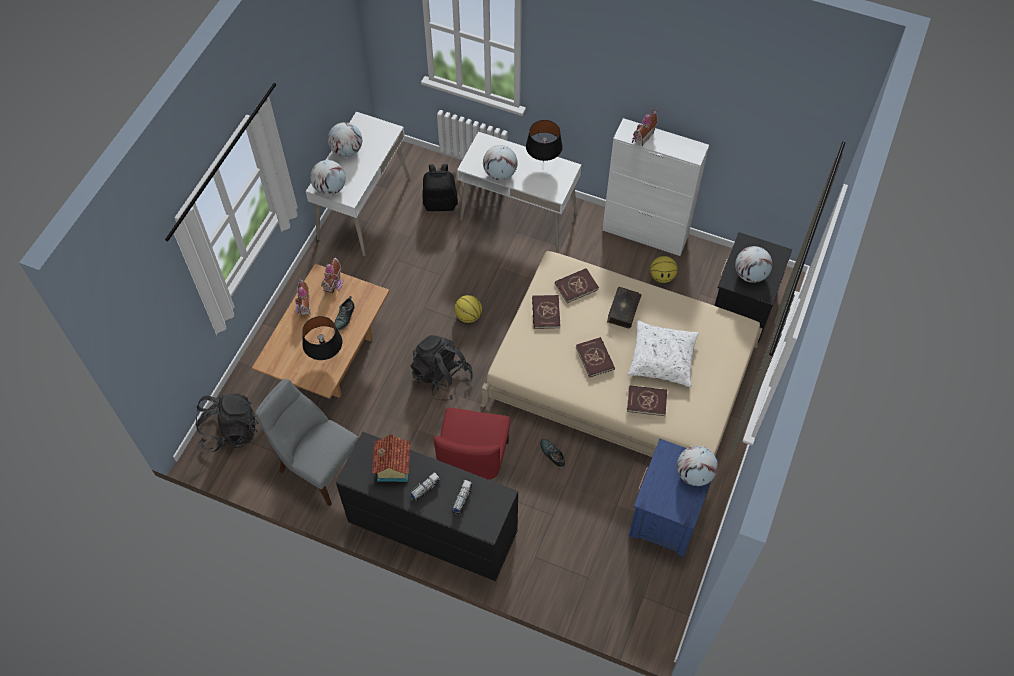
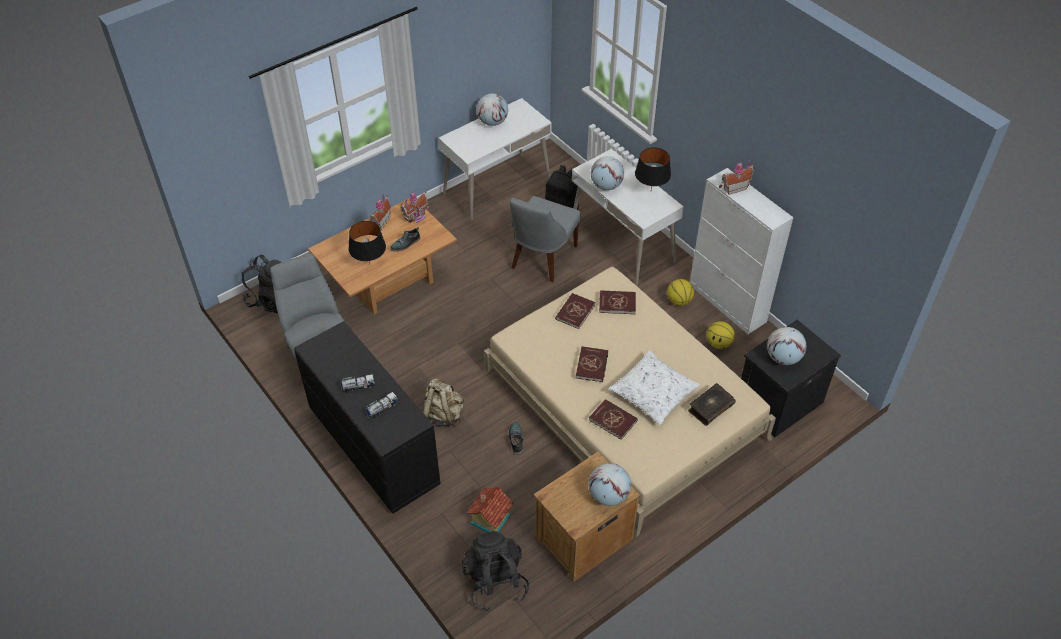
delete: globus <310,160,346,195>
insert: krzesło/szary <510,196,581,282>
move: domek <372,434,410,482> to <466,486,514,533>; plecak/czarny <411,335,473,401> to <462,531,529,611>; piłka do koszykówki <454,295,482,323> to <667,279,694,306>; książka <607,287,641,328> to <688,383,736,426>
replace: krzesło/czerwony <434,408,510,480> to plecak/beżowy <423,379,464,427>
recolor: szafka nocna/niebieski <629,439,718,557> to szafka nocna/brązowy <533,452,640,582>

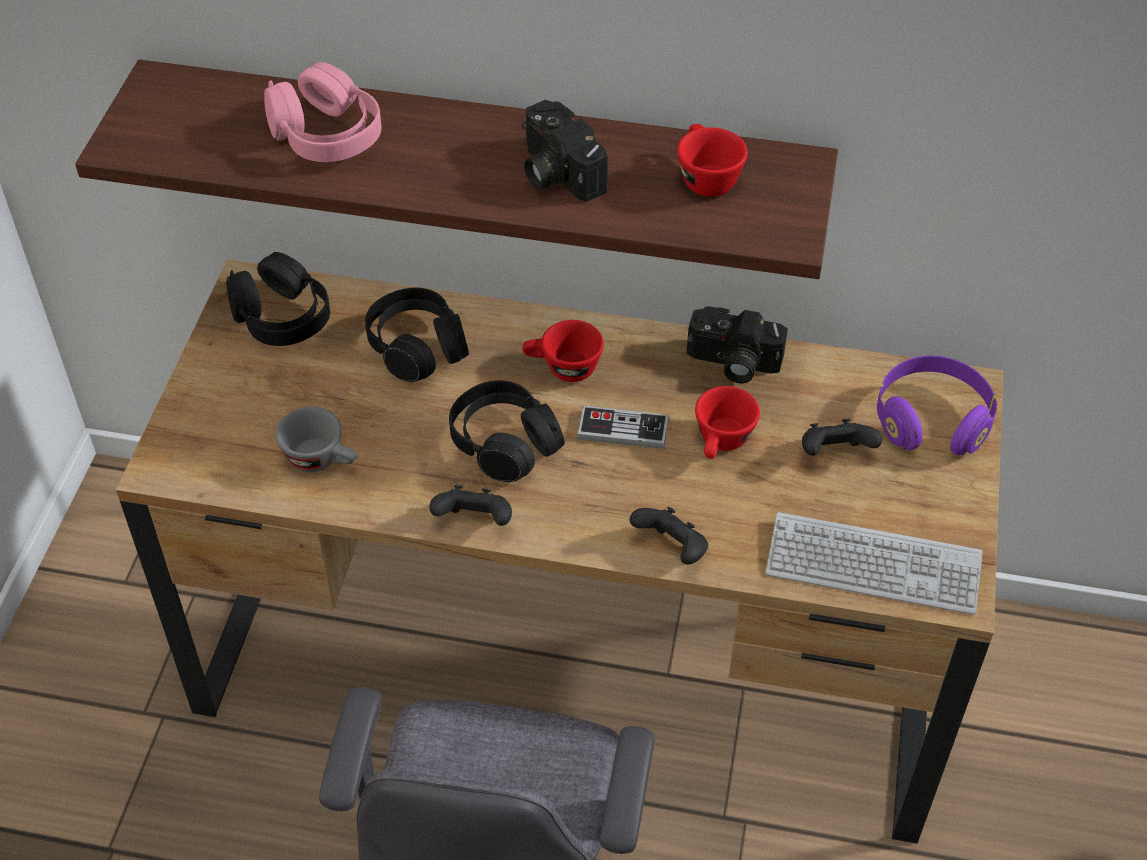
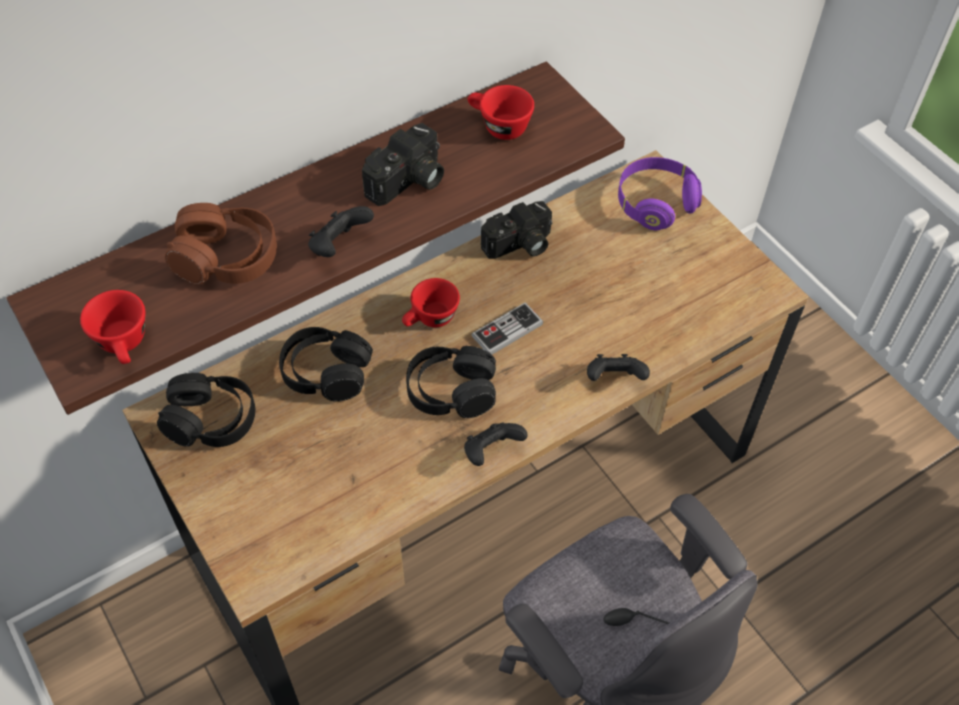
delete: filiżanka/szary <275,407,357,472>; klawiatura <765,512,983,615>
move: filiżanka/czerwony <695,386,760,459> to <80,290,145,364>; pad do gier/czarny <802,419,882,456> to <308,206,374,257>
recolor: słuchawki/różowy <264,62,381,162> to słuchawki/brązowy <165,203,277,285>
rotate: aparat fotograficzny <522,100,608,202> = <362,123,444,206> 60 degrees counterclockwise

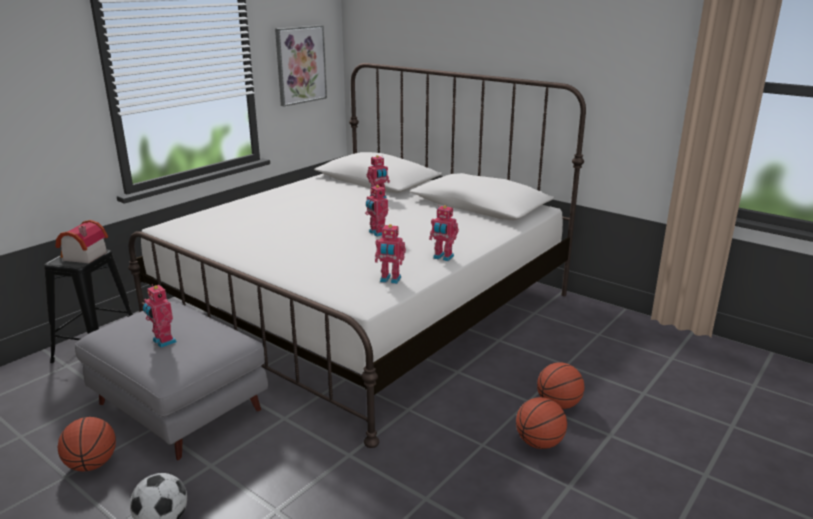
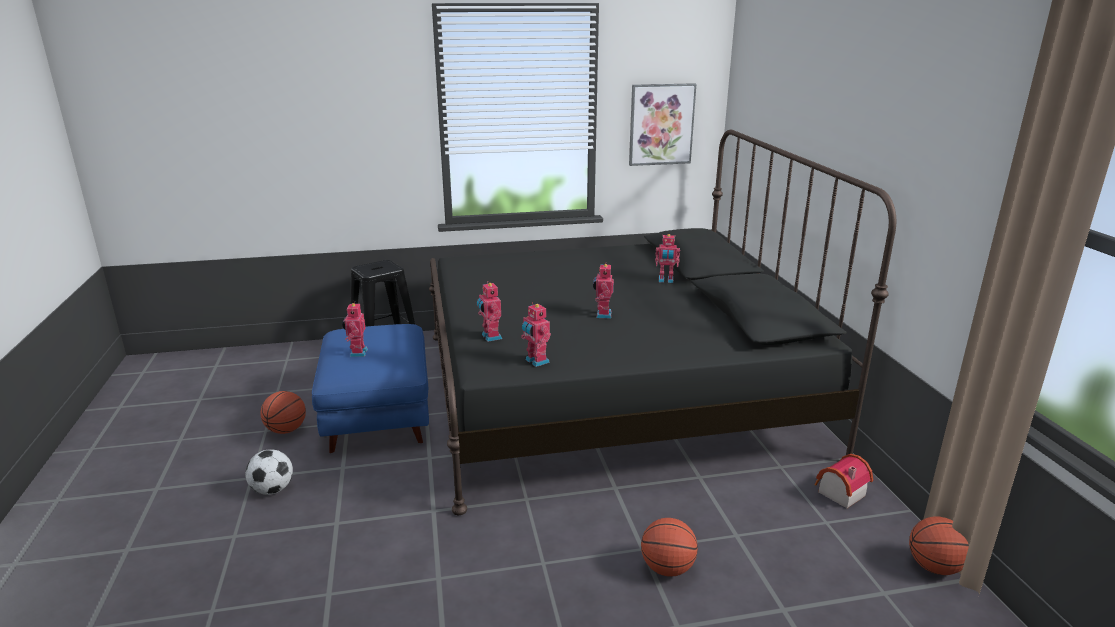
move: domek <55,220,108,263> to <814,454,874,508>; robot zabawkowy <429,205,459,261> to <477,281,502,342>; piłka do koszykówki <516,397,567,449> to <909,517,969,575>
recolor: pufa/szary <75,301,268,460> to pufa/niebieski <312,324,429,453>; łóżko/biały <128,63,586,448> to łóżko/czarny <429,129,896,515>

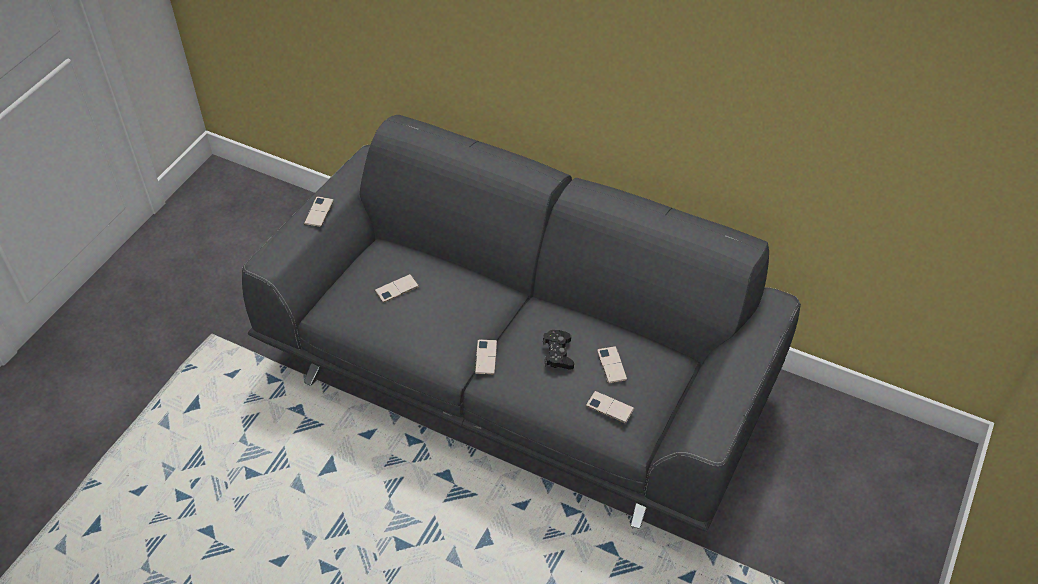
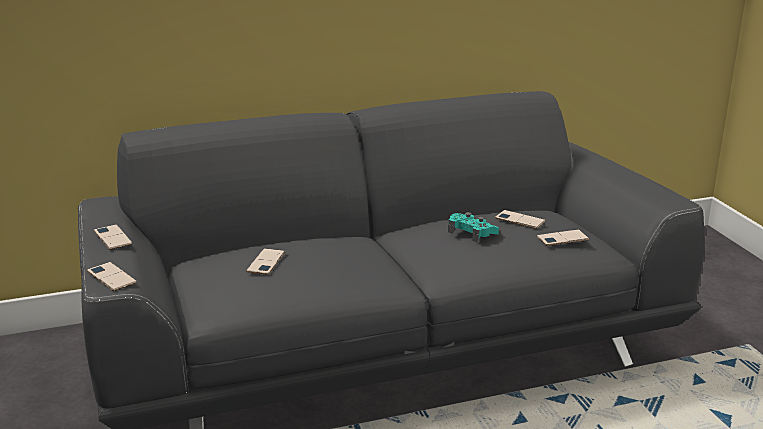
move: telefon <475,339,497,374> to <87,262,137,291>
recolor: pad do gier/czarny <543,330,574,370> to pad do gier/turkusowy <448,212,499,242>

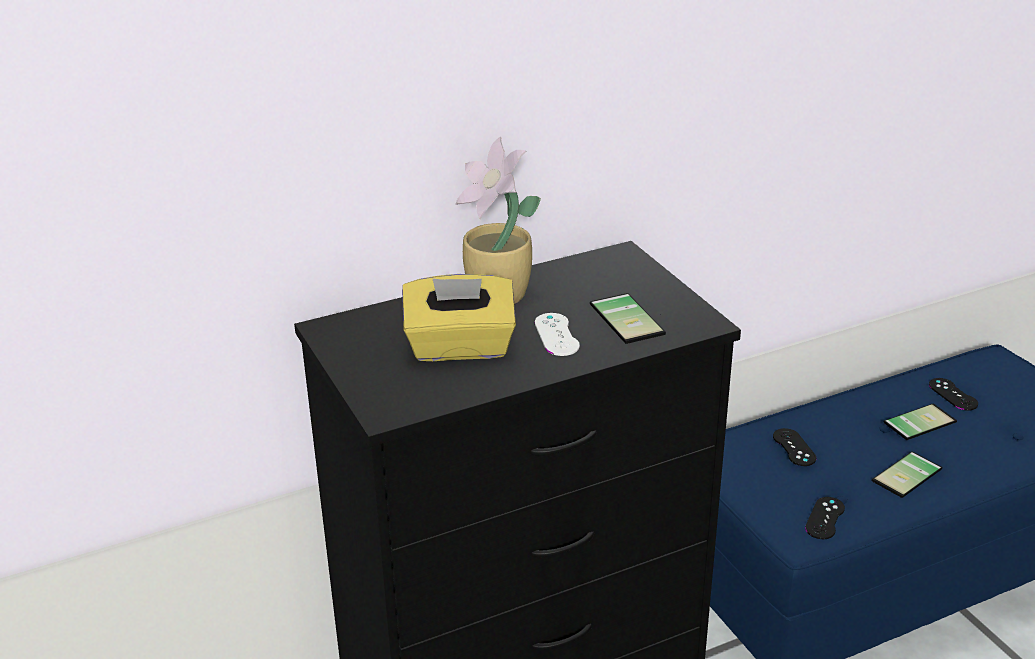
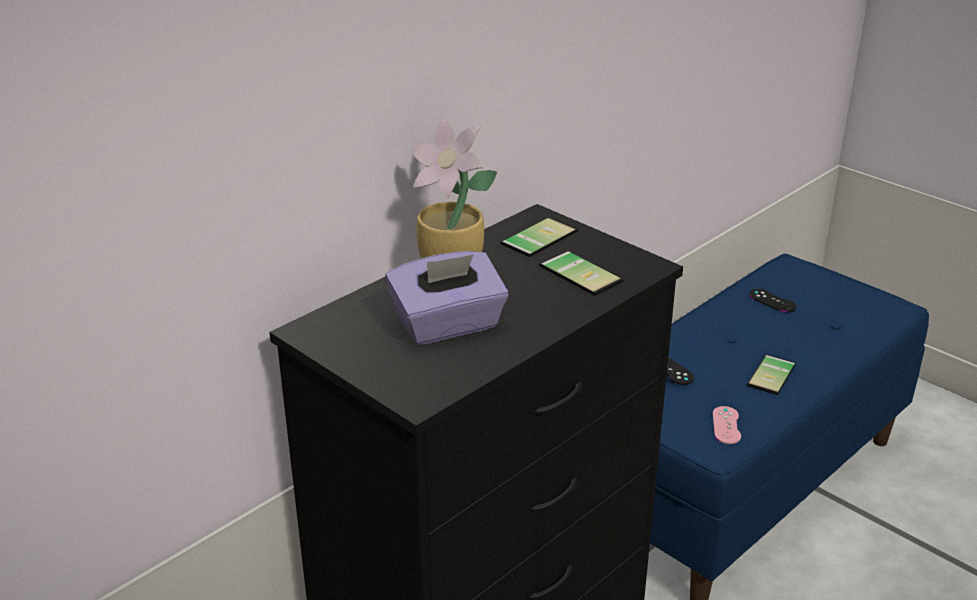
delete: pad do gier/biały <535,313,580,356>
move: telefon <883,403,957,440> to <501,217,578,257>
recolor: pudełko chusteczek/żółty <402,274,516,361> to pudełko chusteczek/fioletowy <385,251,509,345>; pad do gier/czarny <805,497,845,539> to pad do gier/różowy <713,406,741,444>

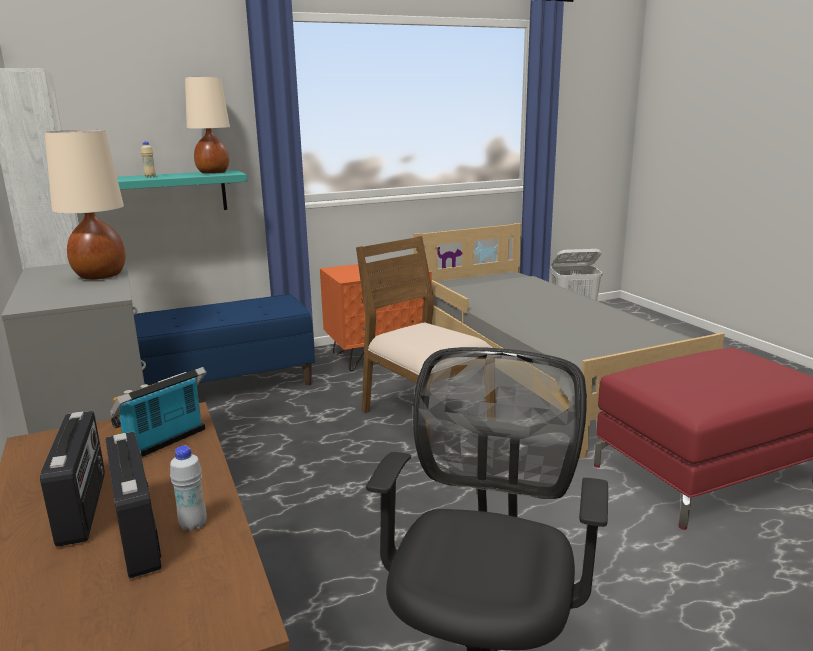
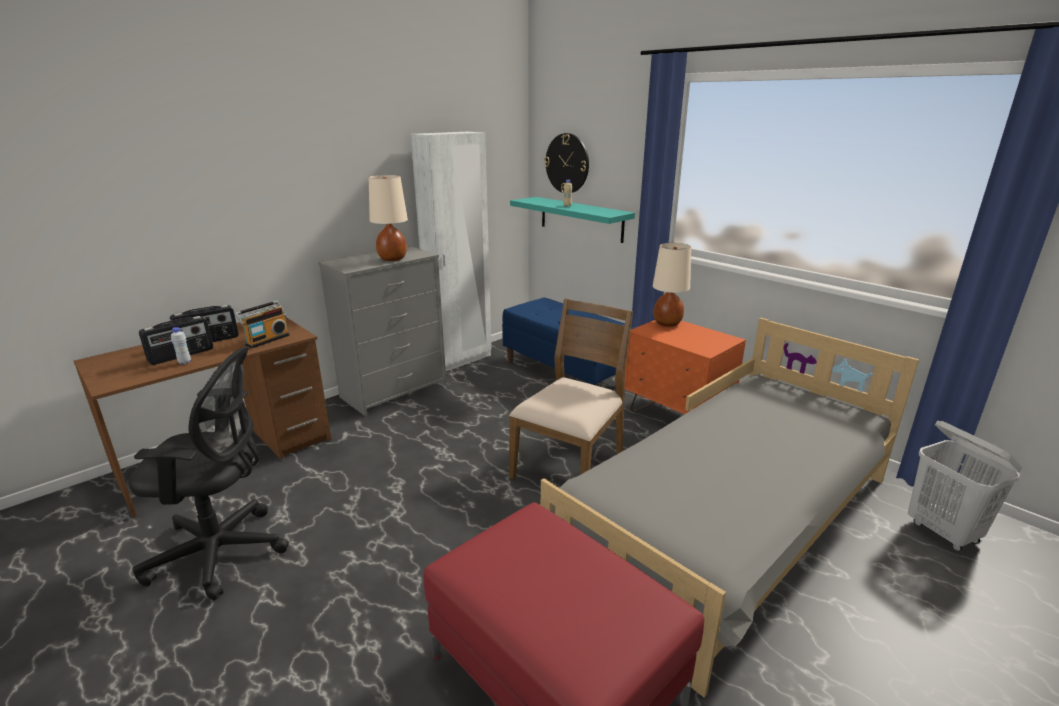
insert: zegar ścienny <545,133,589,193>
move: lampa stołowa/beżowy <185,77,230,174> to <653,243,691,327>
rotate: radio <110,367,207,457> = <235,301,289,348> 105 degrees clockwise

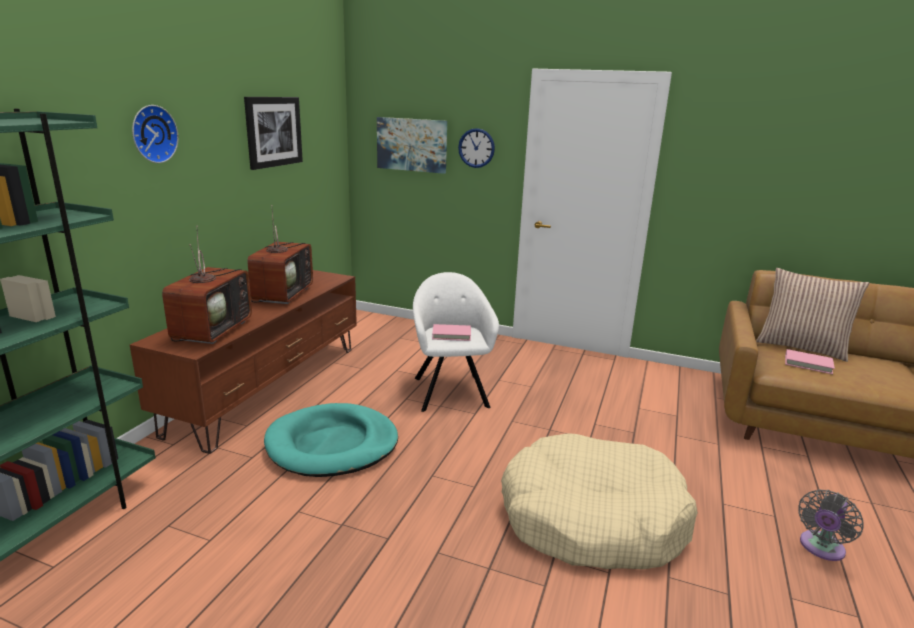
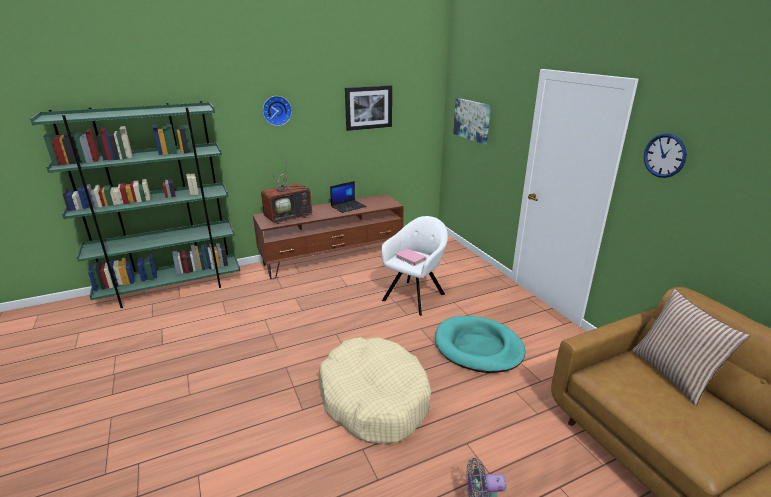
delete: książka/różowy <785,349,835,374>
move: legowisko/turkusowy <264,403,398,477> to <435,316,525,373>; zegar ścienny <458,128,495,168> to <644,134,687,178>
replace: telewizor <247,205,313,304> to laptop <330,181,367,213>

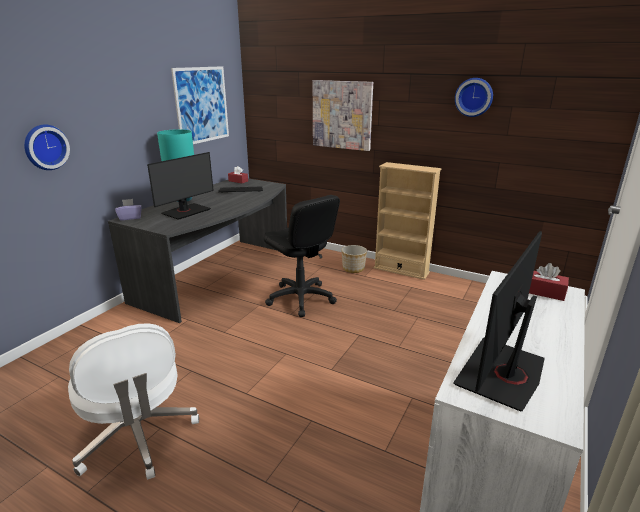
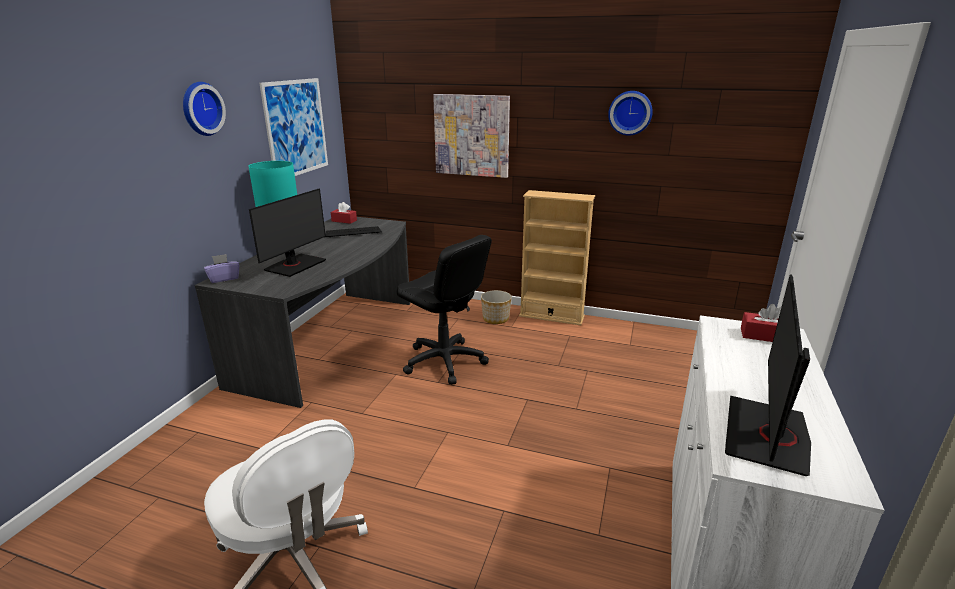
move: zegar ścienny <24,125,70,170> to <183,82,226,136>

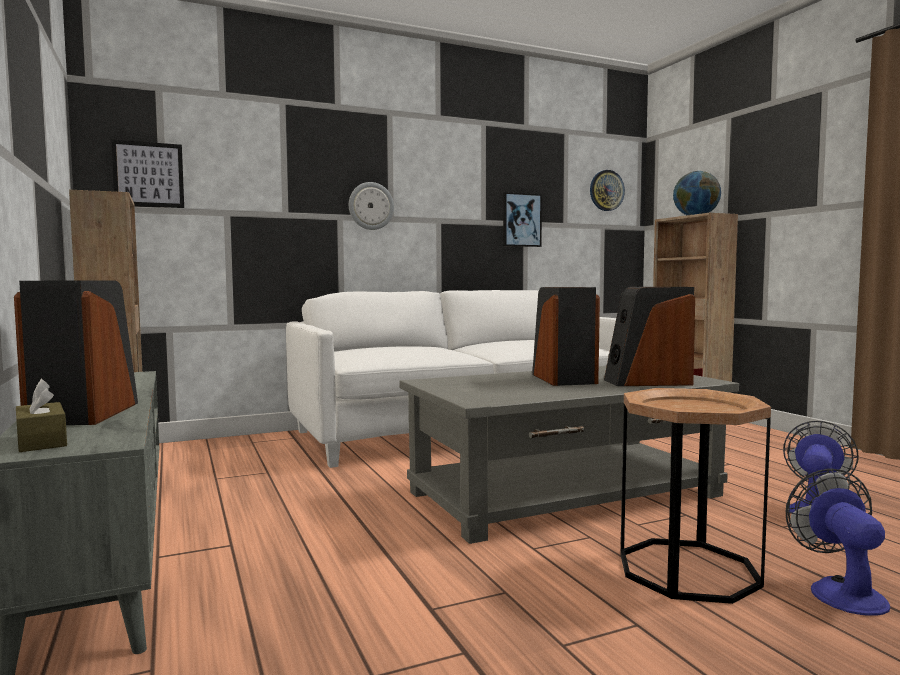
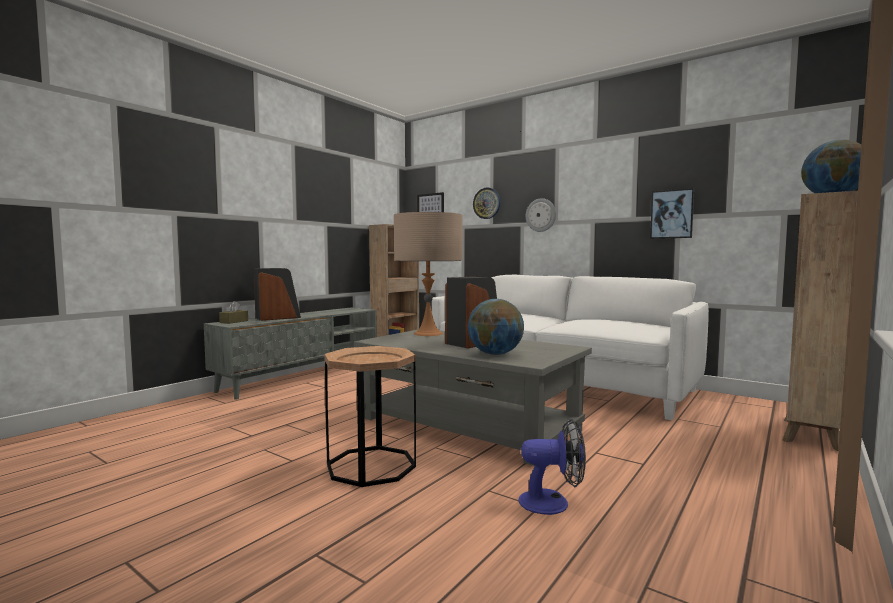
delete: wentylator <786,469,890,616>
insert: lampa stołowa/beżowy <394,212,462,336>
move: zegar ścienny <590,170,625,211> to <473,188,501,219>
replace: głośnik <604,287,695,386> to globus <468,299,524,355>

